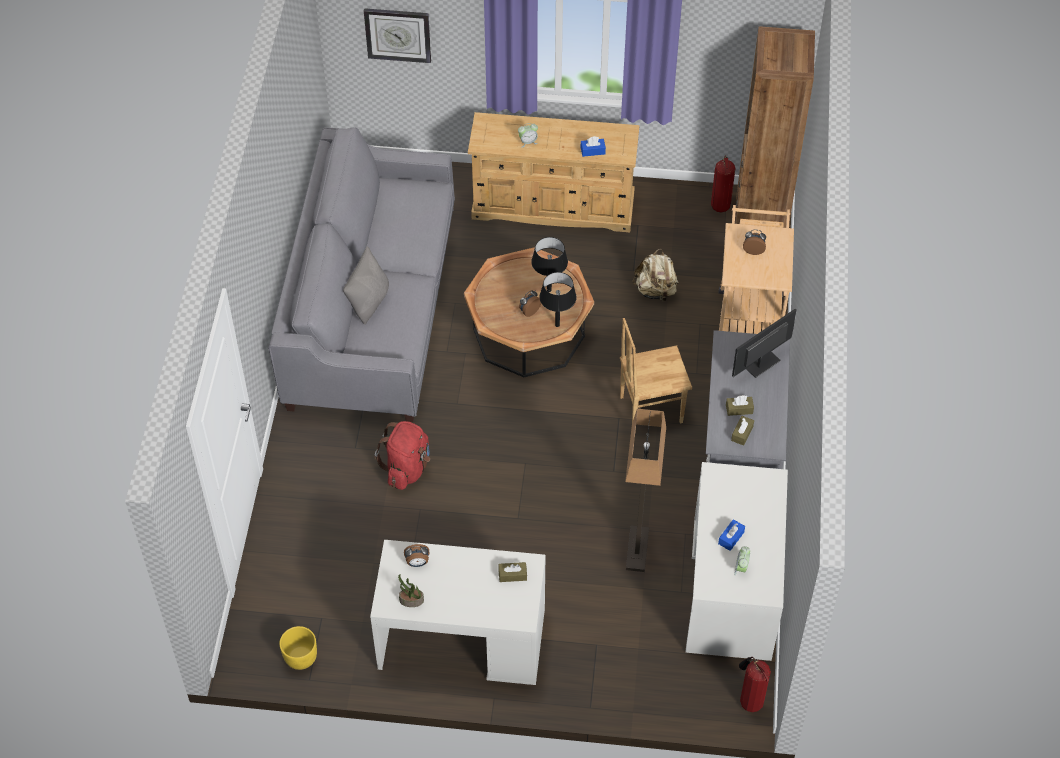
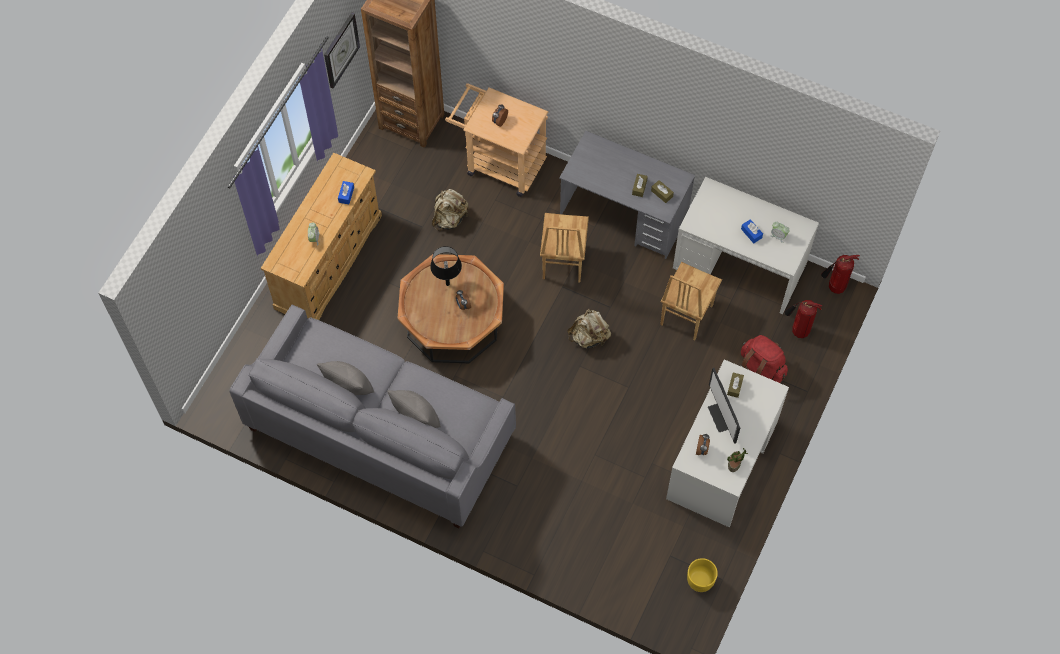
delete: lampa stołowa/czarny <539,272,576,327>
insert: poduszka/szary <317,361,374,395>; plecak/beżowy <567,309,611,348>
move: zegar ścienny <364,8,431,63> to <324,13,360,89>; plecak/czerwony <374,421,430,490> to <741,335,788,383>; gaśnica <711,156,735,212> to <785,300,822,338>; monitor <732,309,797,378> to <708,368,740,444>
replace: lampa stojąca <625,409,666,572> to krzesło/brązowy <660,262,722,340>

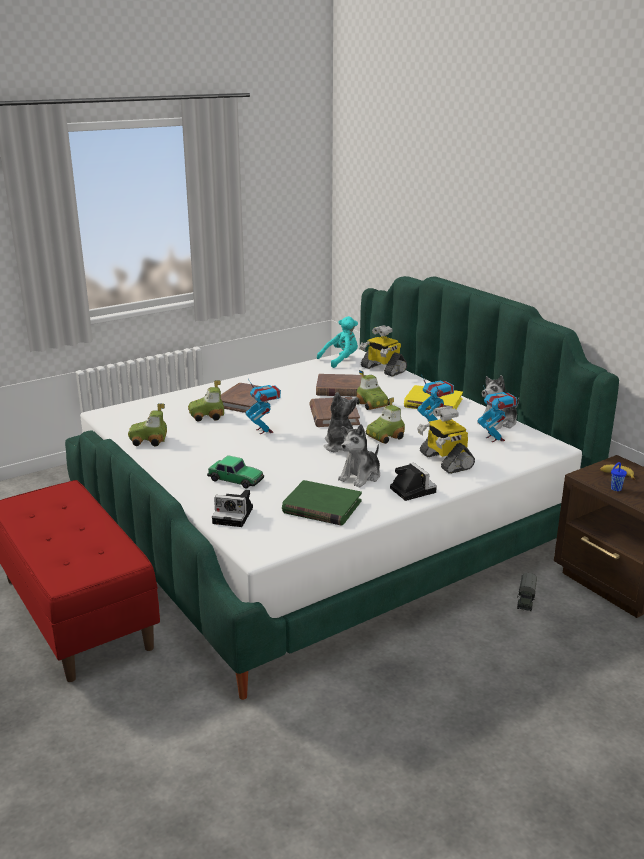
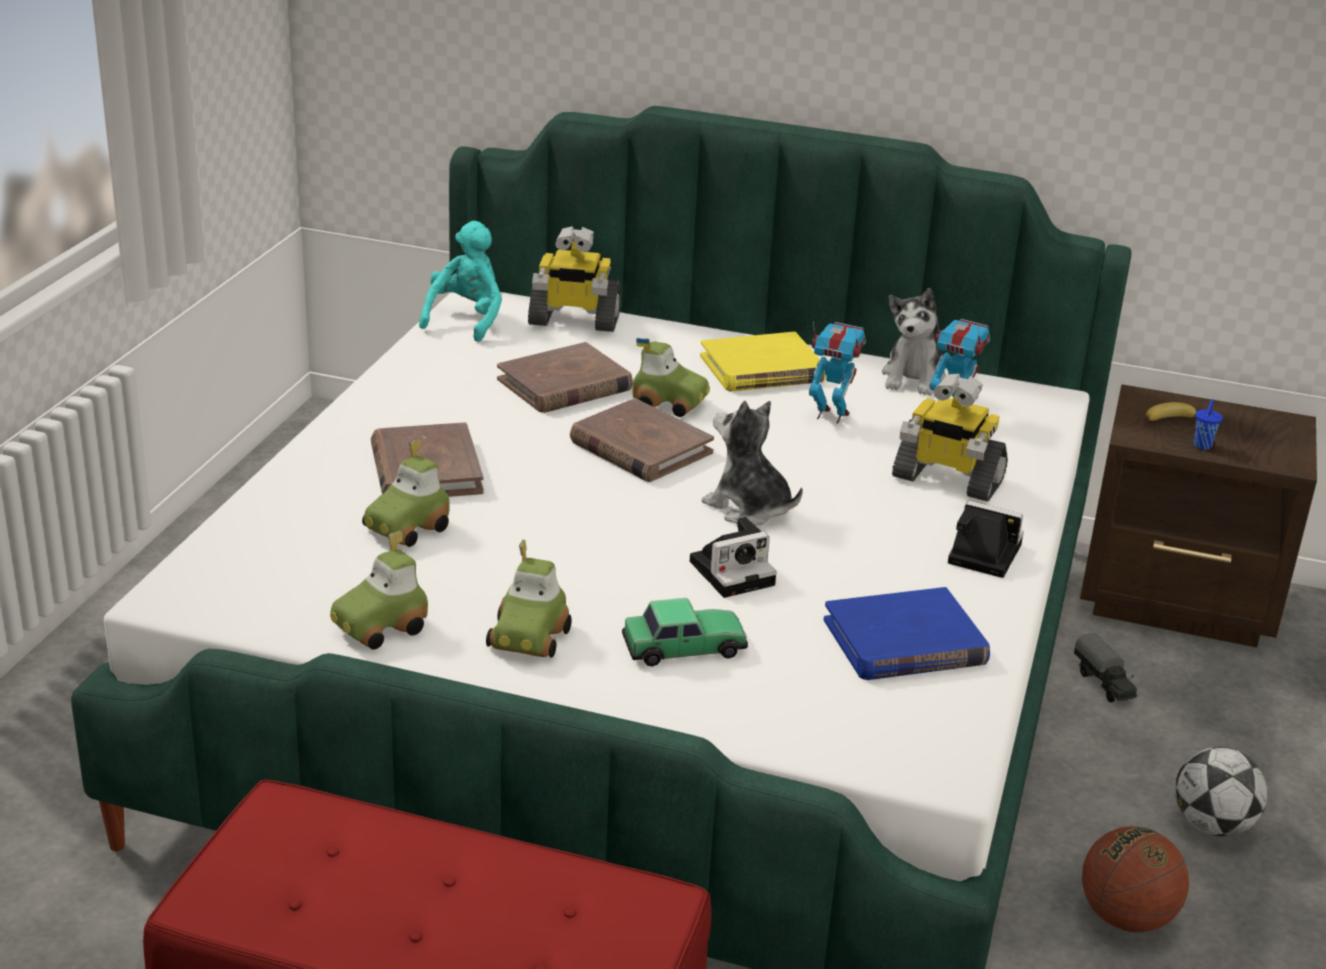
delete: robot zabawkowy <245,379,281,434>; pluszak <338,424,380,488>
insert: piłka do koszykówki <1082,826,1189,932>; piłka futbolowa <1175,747,1267,836>
move: aparat fotograficzny <212,490,253,527> to <690,517,777,598>; samochodzik <366,397,405,444> to <486,539,572,658>
recolor: książka/zielony <282,480,362,526> to książka/niebieski <824,587,990,680>

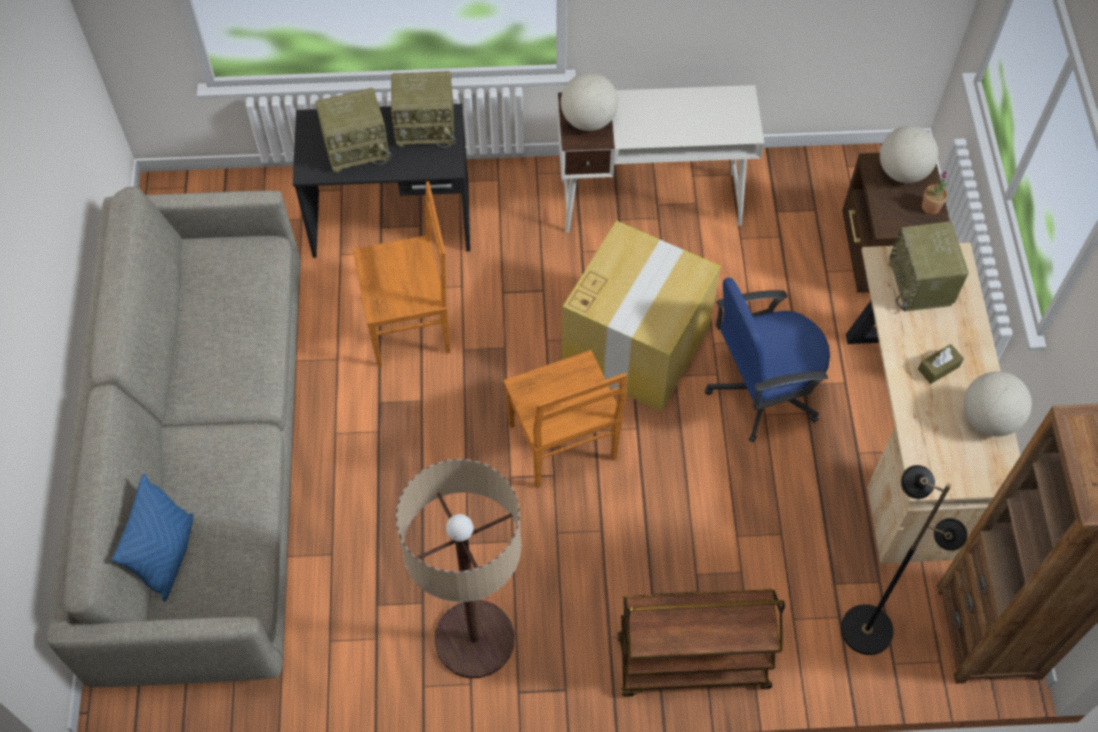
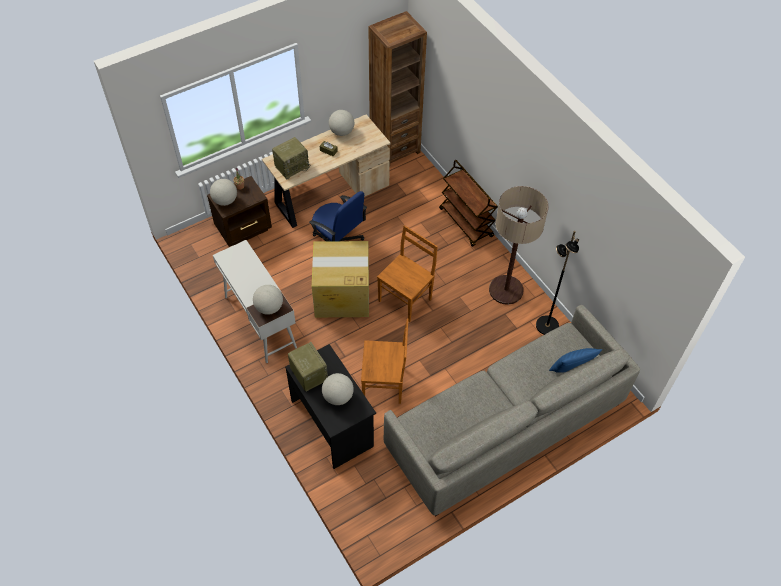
move: lampa stojąca/czarny <841,465,967,655> to <536,231,579,335>
replace: radio <315,88,393,173> to globus <322,373,354,405>
rotate: krzesło/brązowy <353,181,451,367> = <361,318,408,404> 135 degrees clockwise

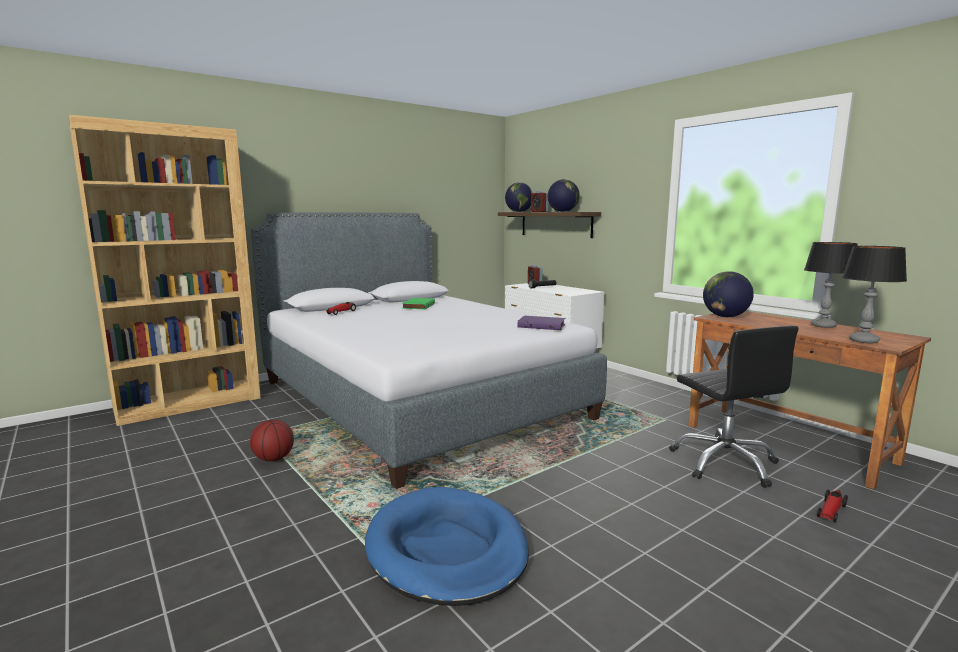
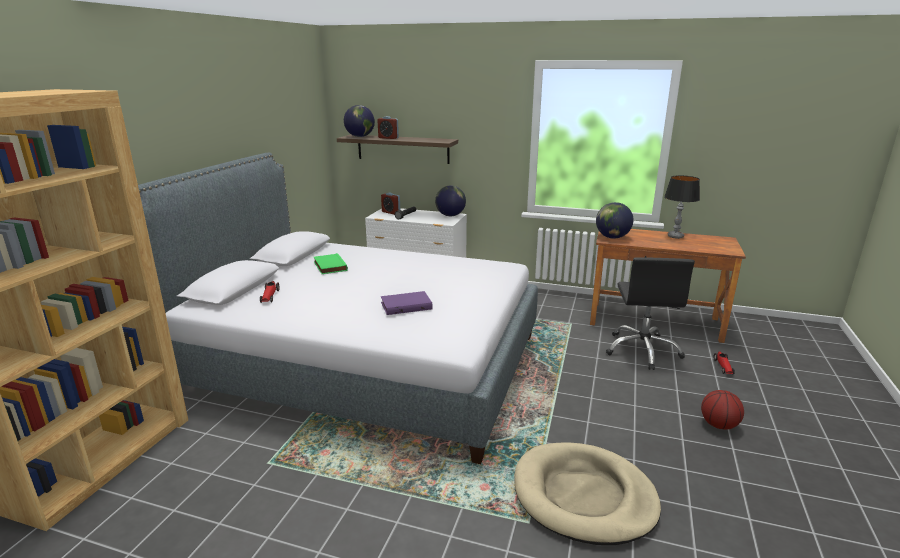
delete: lampa stołowa <842,246,907,343>
move: piłka do koszykówki <250,420,294,461> to <701,390,744,430>; książka/fioletowy <518,316,565,330> to <381,291,433,315>; globus <547,179,580,212> to <435,185,466,216>
recolor: legowisko/niebieski <365,487,529,606> to legowisko/beżowy <515,442,661,545>
rotate: krzesło biurowe/czarny <669,326,799,488> = <606,257,695,370> 60 degrees clockwise

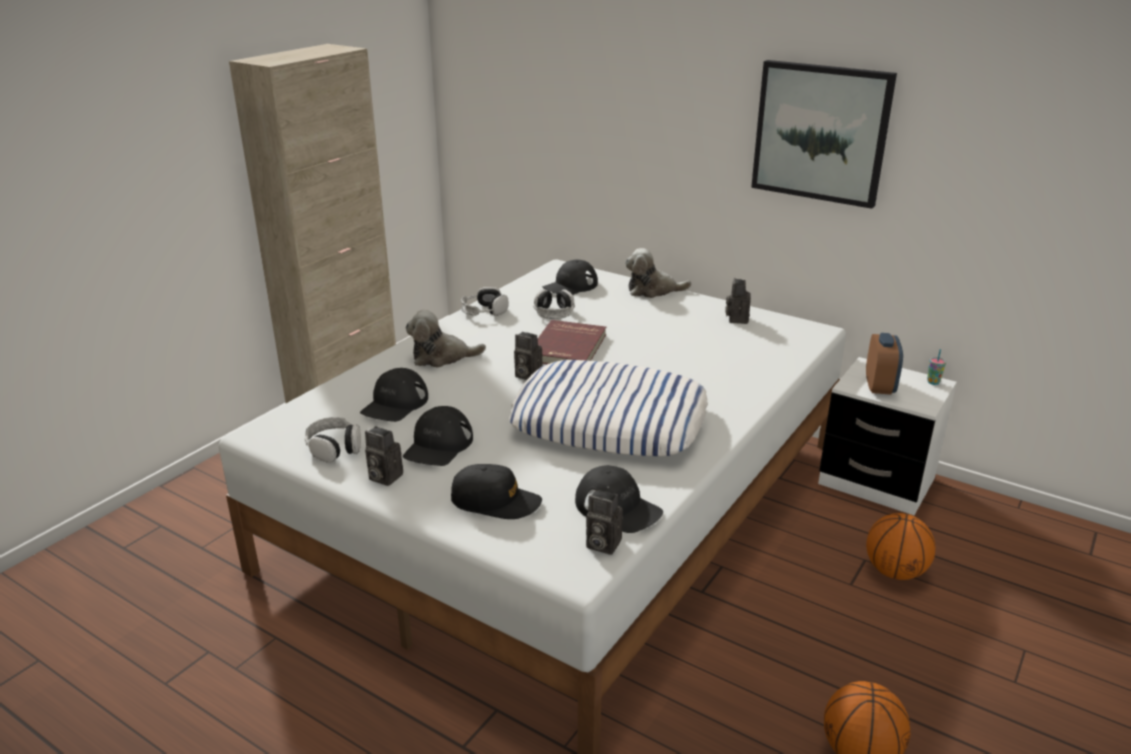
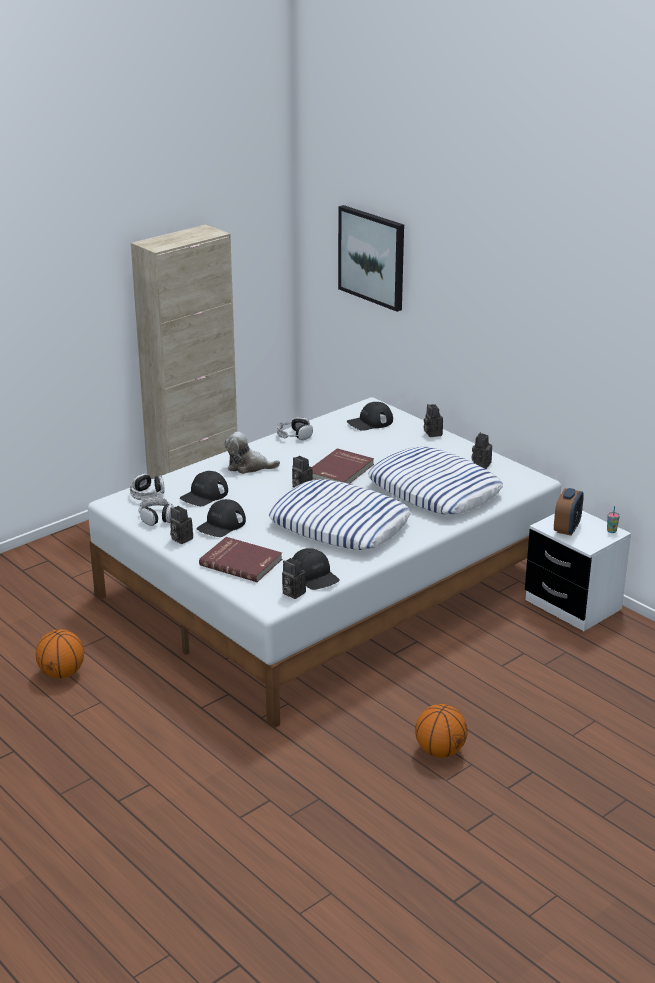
insert: poduszka <368,447,503,515>
move: słuchawki <533,289,575,319> to <130,473,165,500>; obraz <751,60,897,209> to <338,205,404,312>; piłka do koszykówki <866,513,936,580> to <36,629,84,678>
replace: czapka z daszkiem/czarny <451,464,542,519> to książka/czerwony <199,537,282,582>; pluszak <625,248,691,298> to aparat fotograficzny <424,404,443,437>

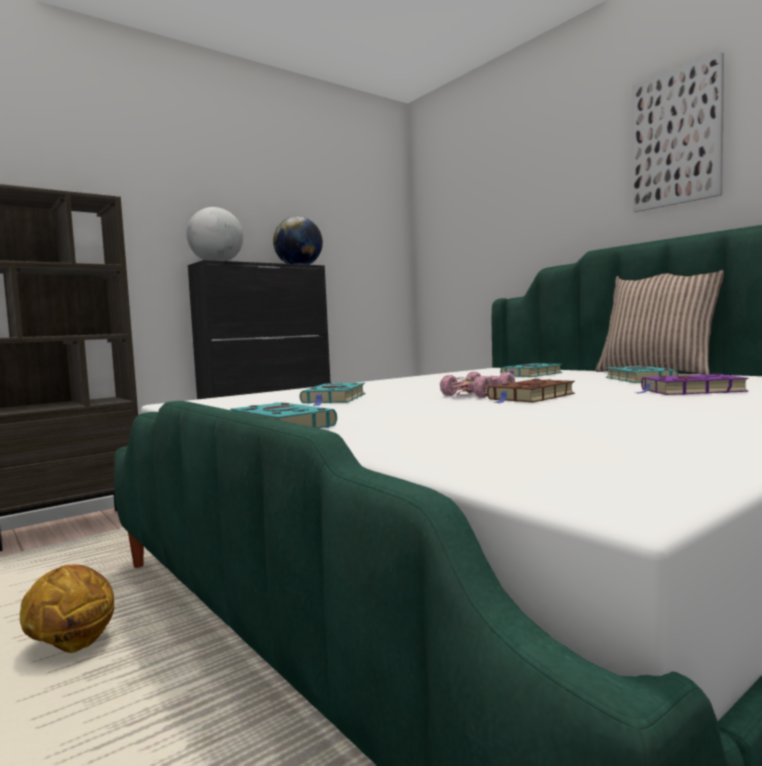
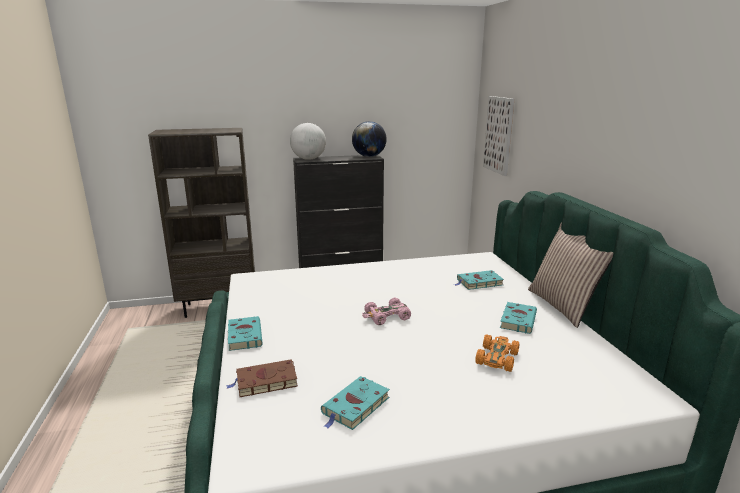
delete: piłka do koszykówki <20,564,114,653>
move: książka/turkusowy <300,383,366,406> to <321,376,390,430>; książka/brązowy <487,379,575,403> to <226,359,298,397>; obraz <633,52,724,212> to <483,96,515,176>
replace: książka/fioletowy <636,374,748,395> to samochodzik/pomarańczowy <476,334,519,372>

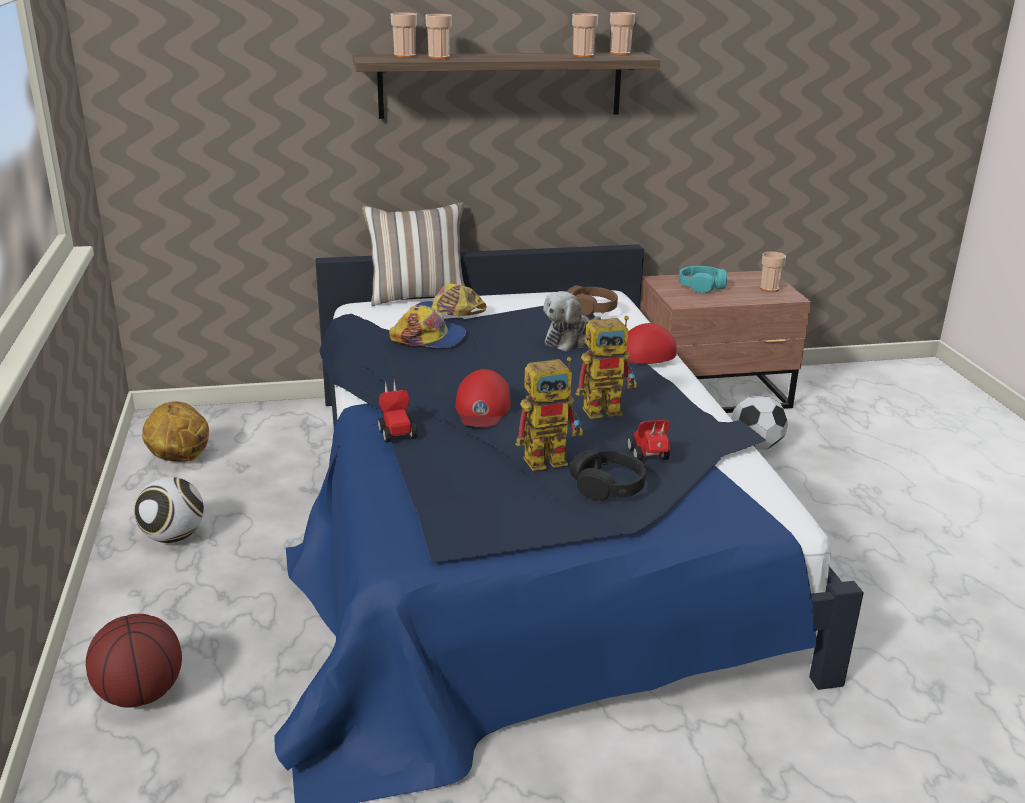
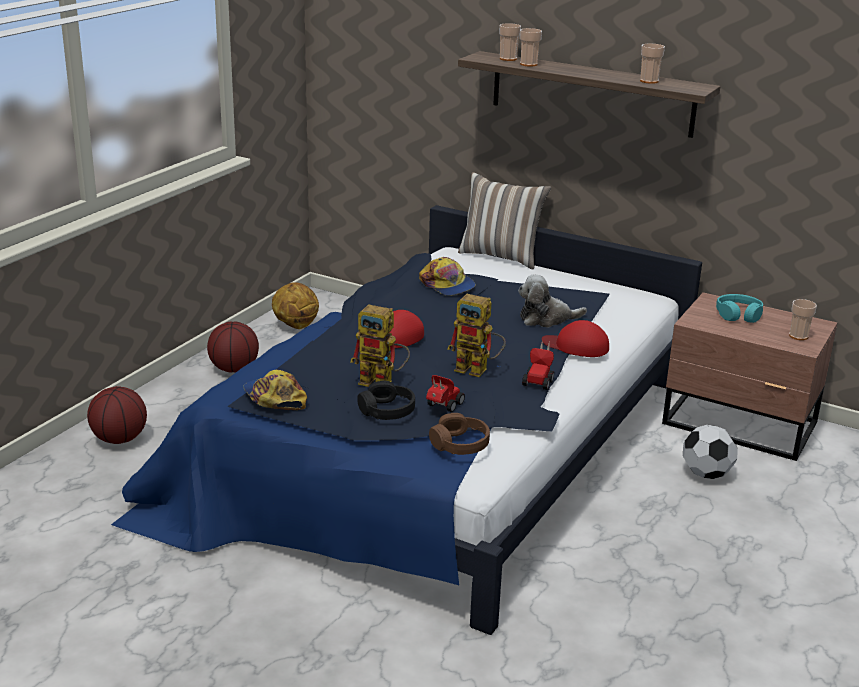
delete: filiżanka <610,12,635,55>
move: samochodzik <378,380,418,442> to <522,340,554,390>; czapka z daszkiem <415,284,486,316> to <243,370,307,410>; słuchawki/brązowy <567,285,618,316> to <429,413,490,455>
replace: piłka futbolowa <134,477,204,543> to piłka do koszykówki <207,321,259,372>

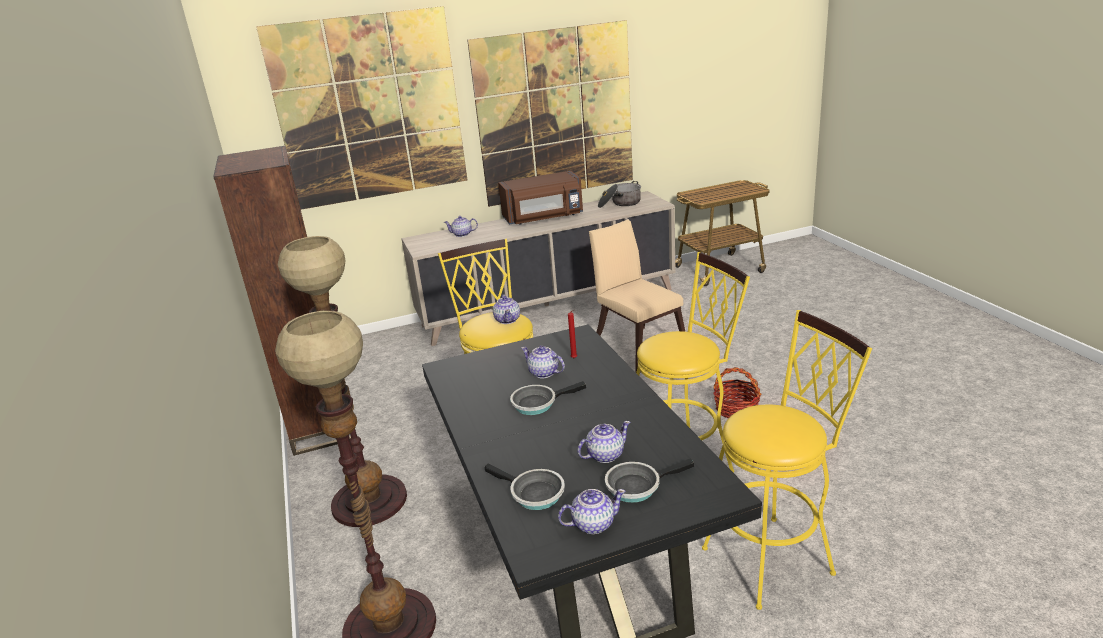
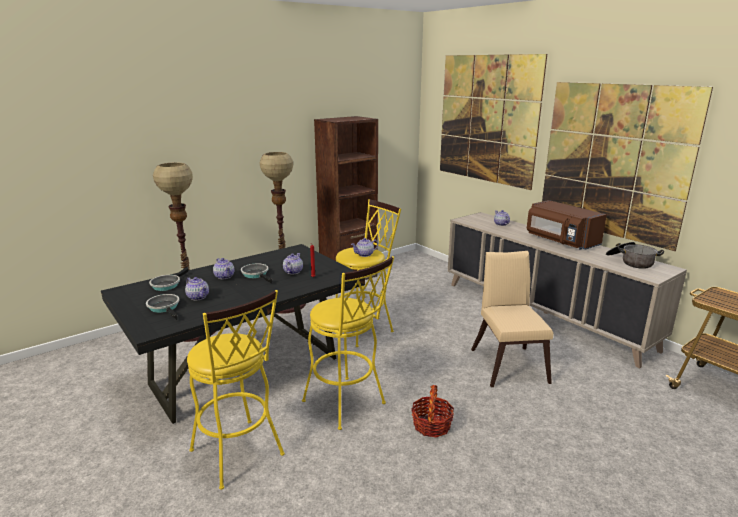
move: imbryk <558,489,625,534> to <213,258,234,279>
rotate: krzesło/beżowy <589,220,685,372> = <471,251,553,387> 45 degrees counterclockwise

